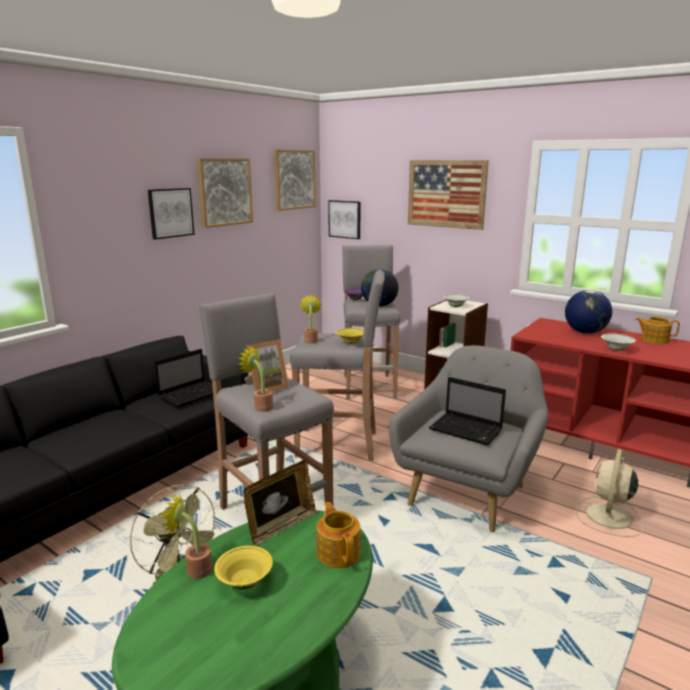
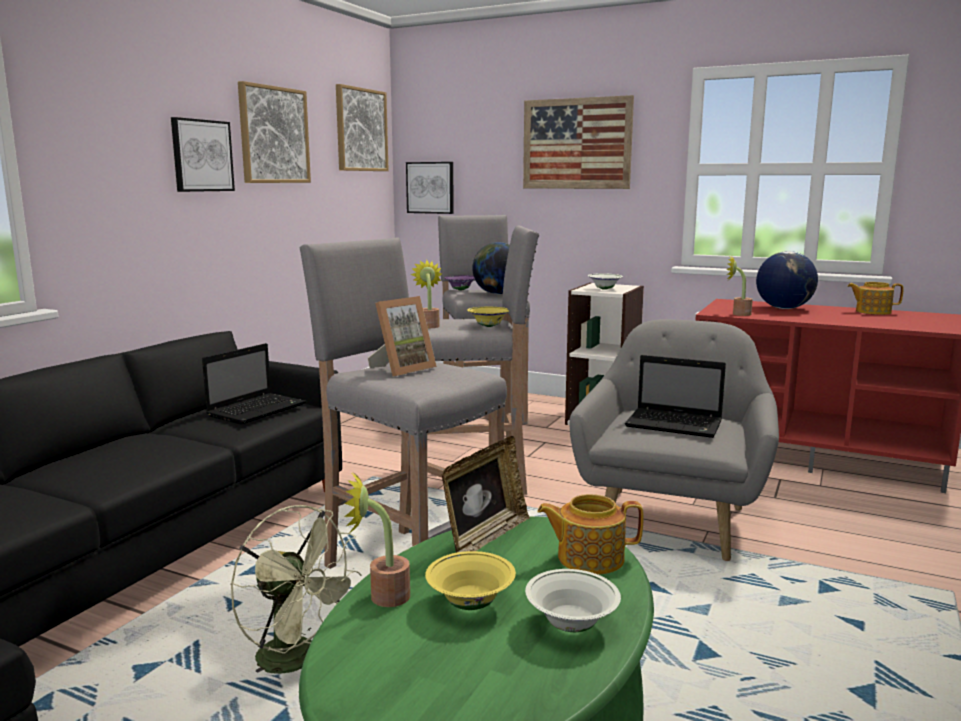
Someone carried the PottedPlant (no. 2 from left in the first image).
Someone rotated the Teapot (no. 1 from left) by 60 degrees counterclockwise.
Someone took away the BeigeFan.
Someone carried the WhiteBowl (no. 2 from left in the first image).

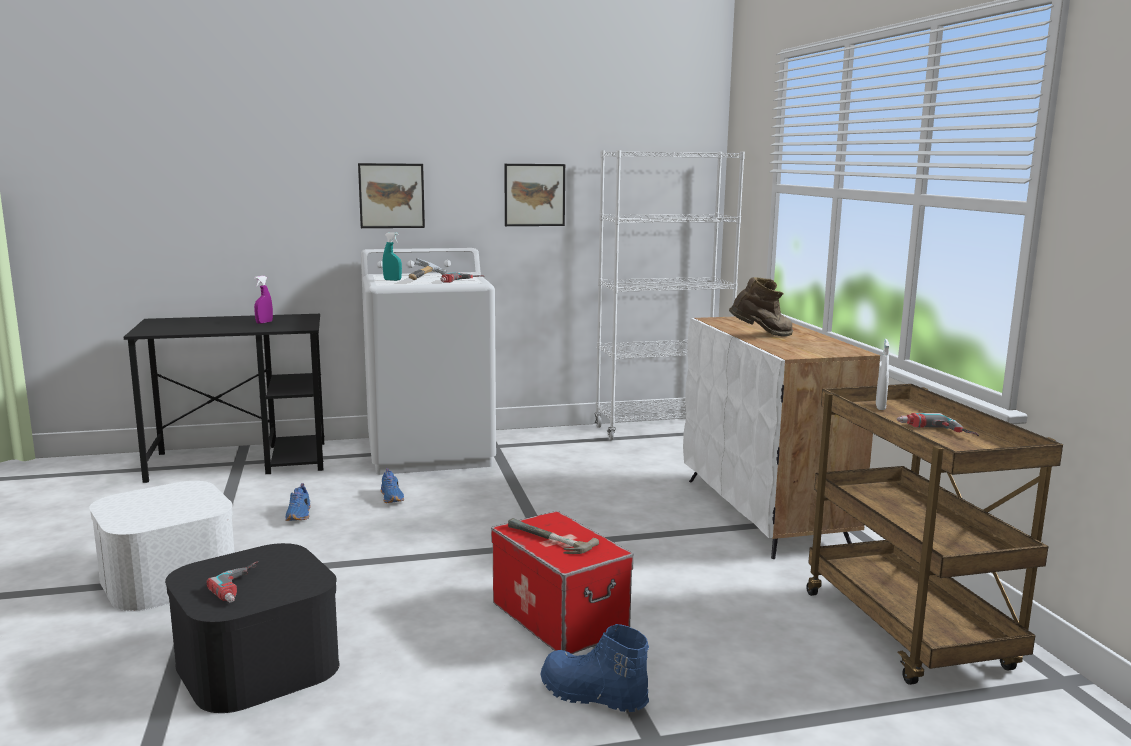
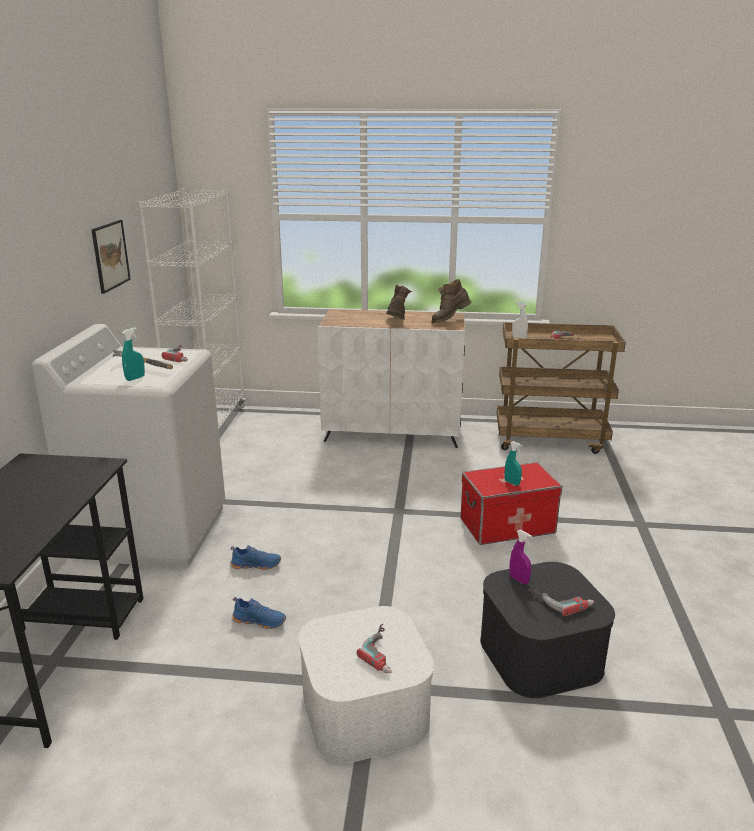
Someone carried the PurpleSprayBottle.
Someone took away the Picture (no. 1 from left).
Someone swapped the Hammer (no. 2 from left) for the TurquoiseSprayBottle (no. 2 from left).
Someone took away the BlueBoot.
Someone put down the PowerDrill (no. 2 from left).
Someone put down the BrownBoot (no. 2 from left).

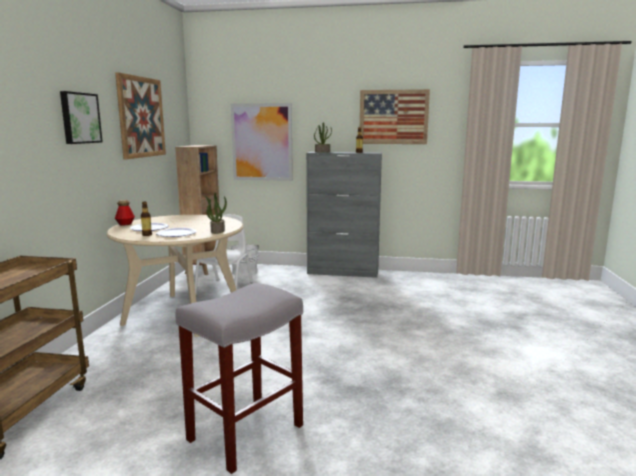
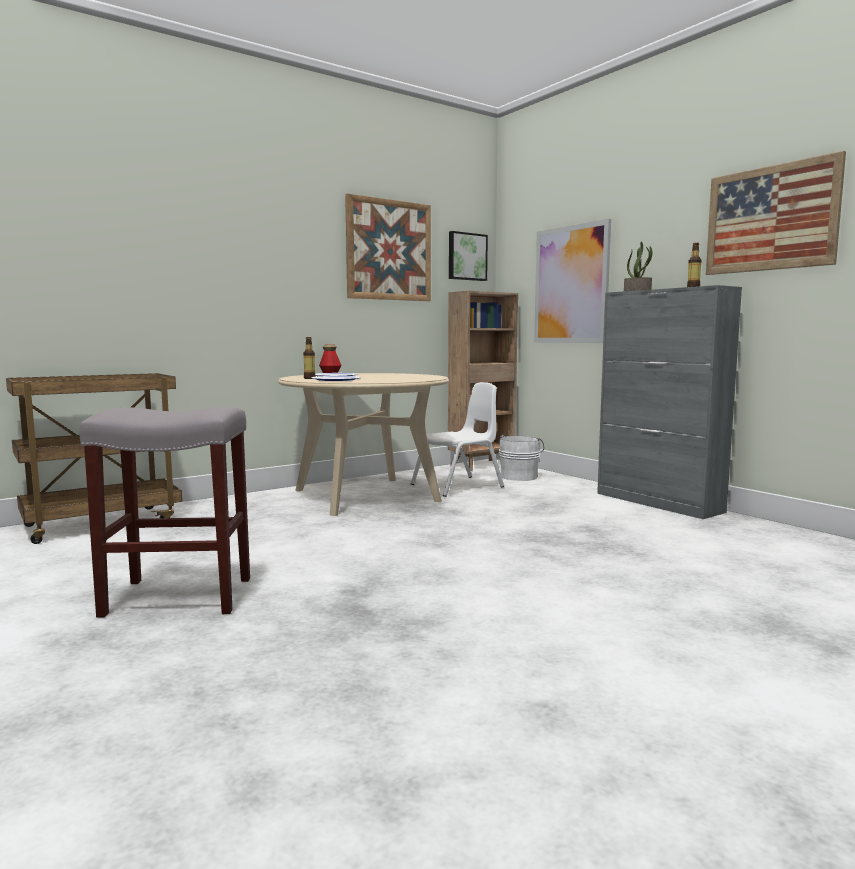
Someone carried the Picture (no. 1 from left in the first image).
Someone took away the PottedPlant (no. 1 from left).

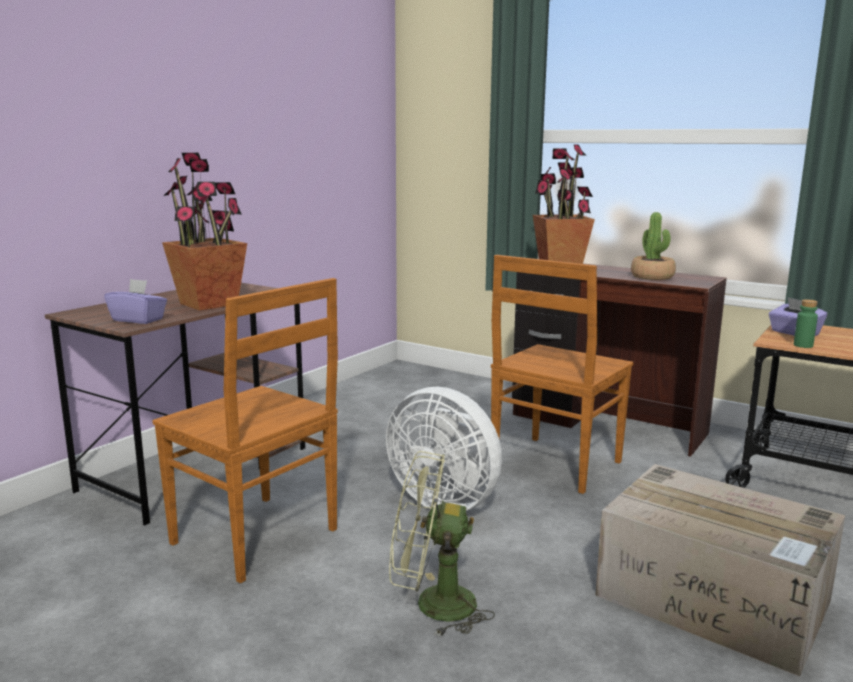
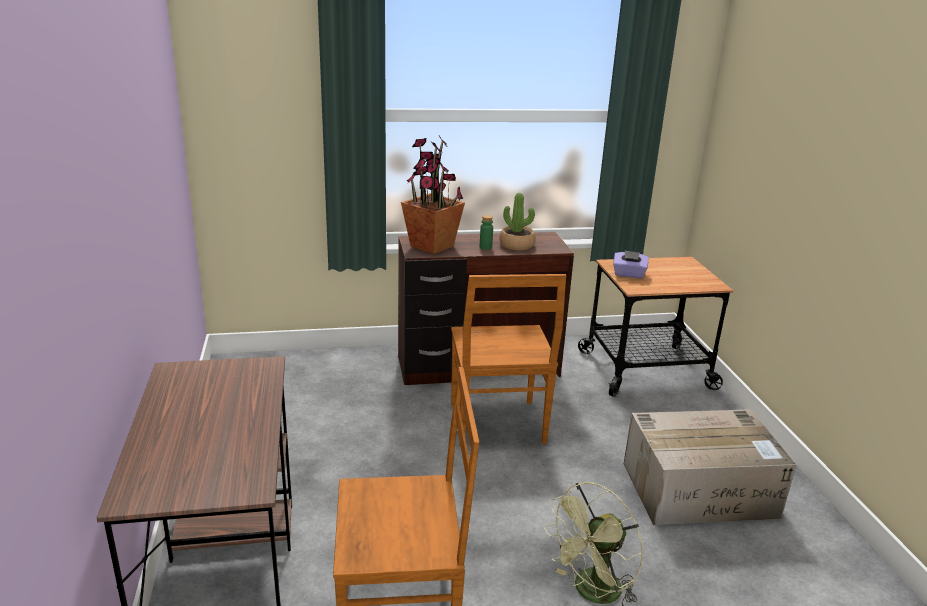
Someone took away the PurpleTissueBox (no. 1 from left).
Someone took away the PottedPlant (no. 1 from left).
Someone took away the WhiteFan.
Someone carried the GreenBottle.

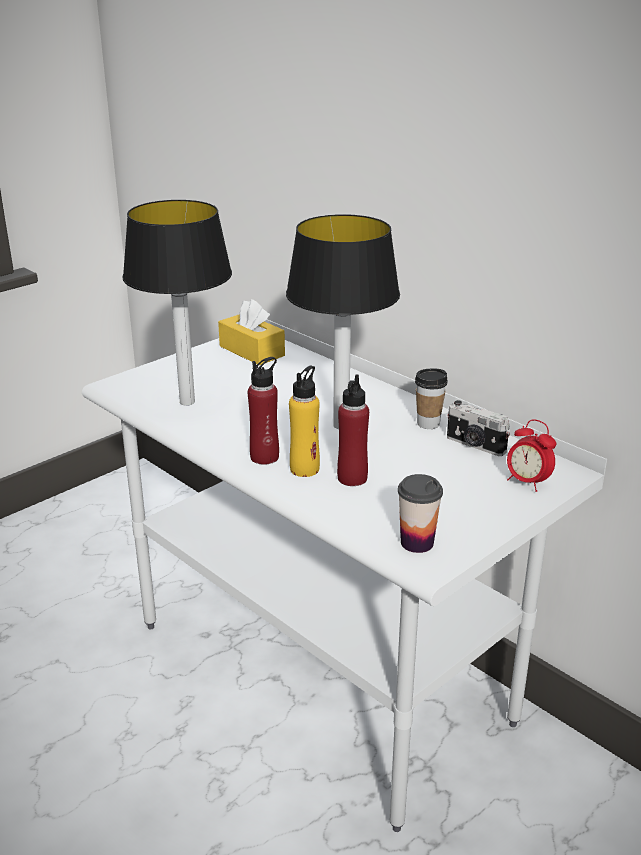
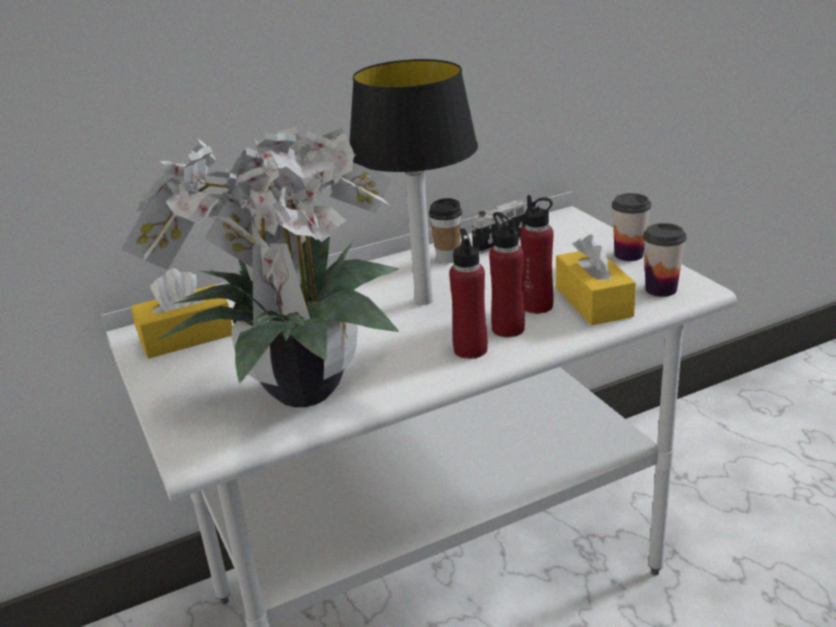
Someone swapped the TableLamp (no. 1 from left) for the PottedPlant.
Someone repainted the YellowBottle, which became the RedBottle (no. 2 from left).
Someone took away the AlarmClock.
Someone put down the YellowTissueBox (no. 2 from left).
Someone put down the Cup (no. 2 from left).

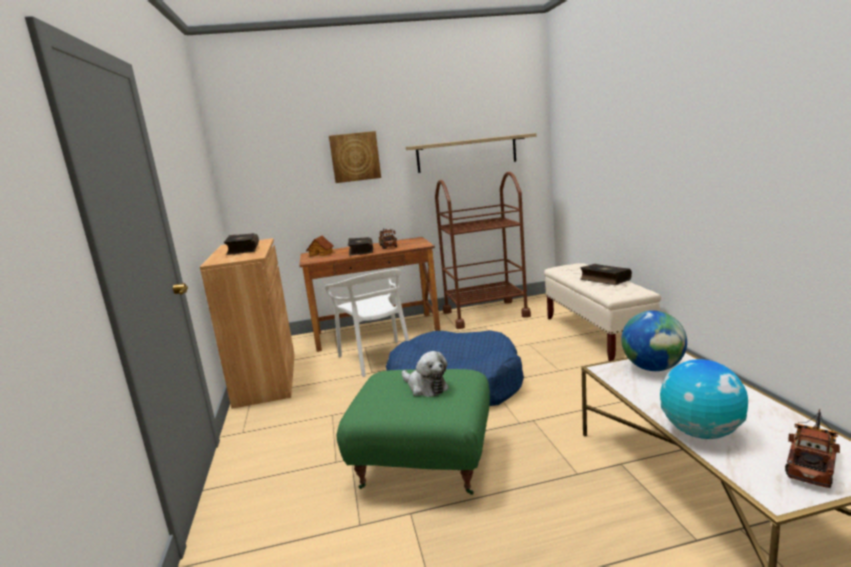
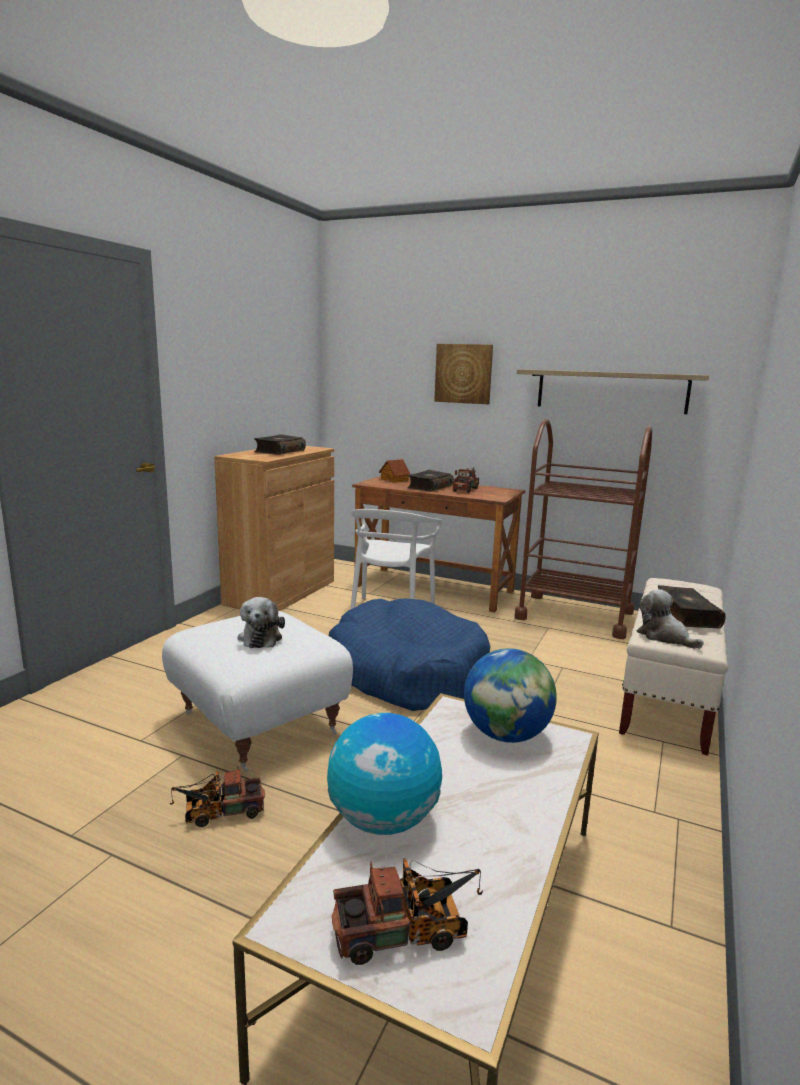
Someone repainted the GreenOttoman, which became the WhiteOttoman.
Someone put down the ToyTruck (no. 1 from left).
Someone put down the PlushToy (no. 2 from left).

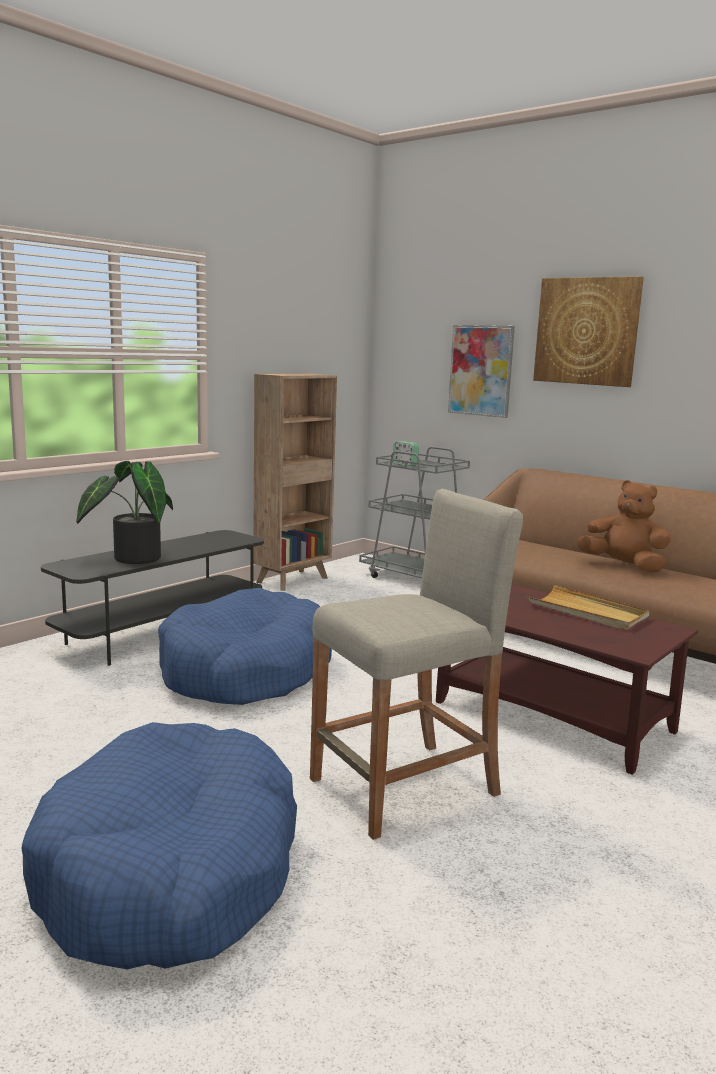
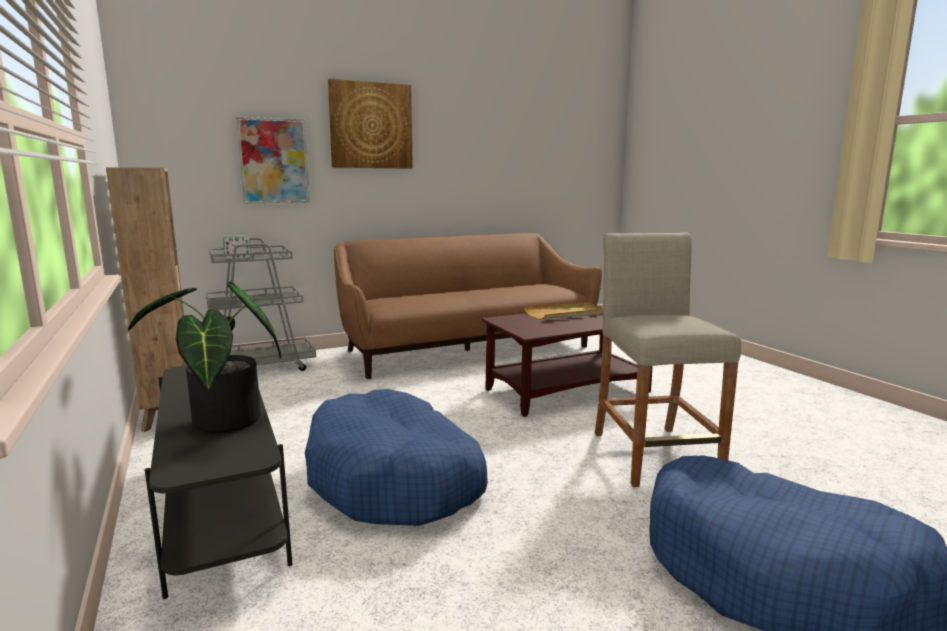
Someone took away the BrownPlushToy.

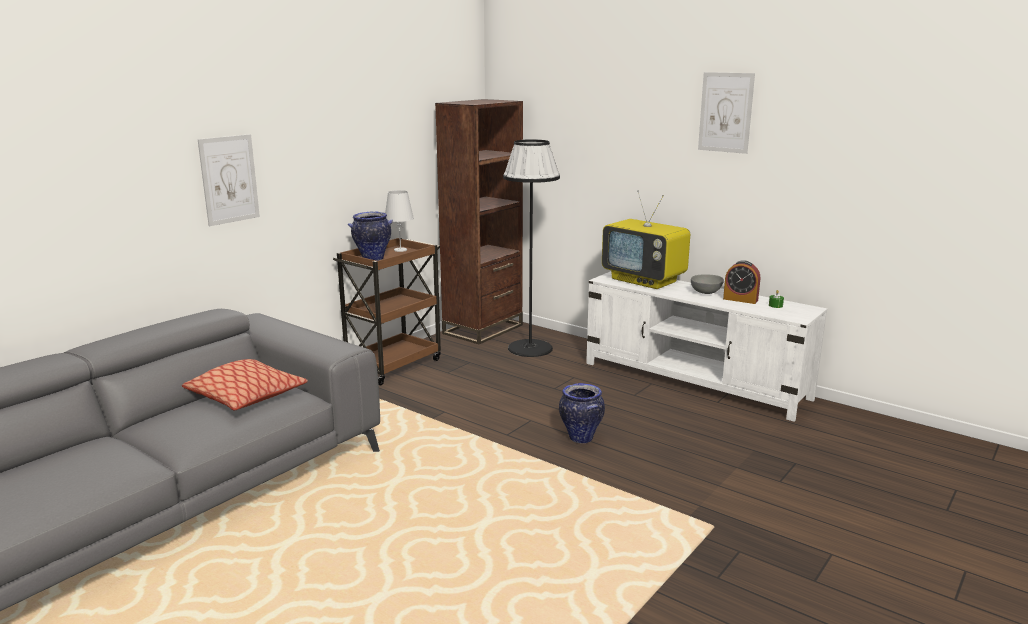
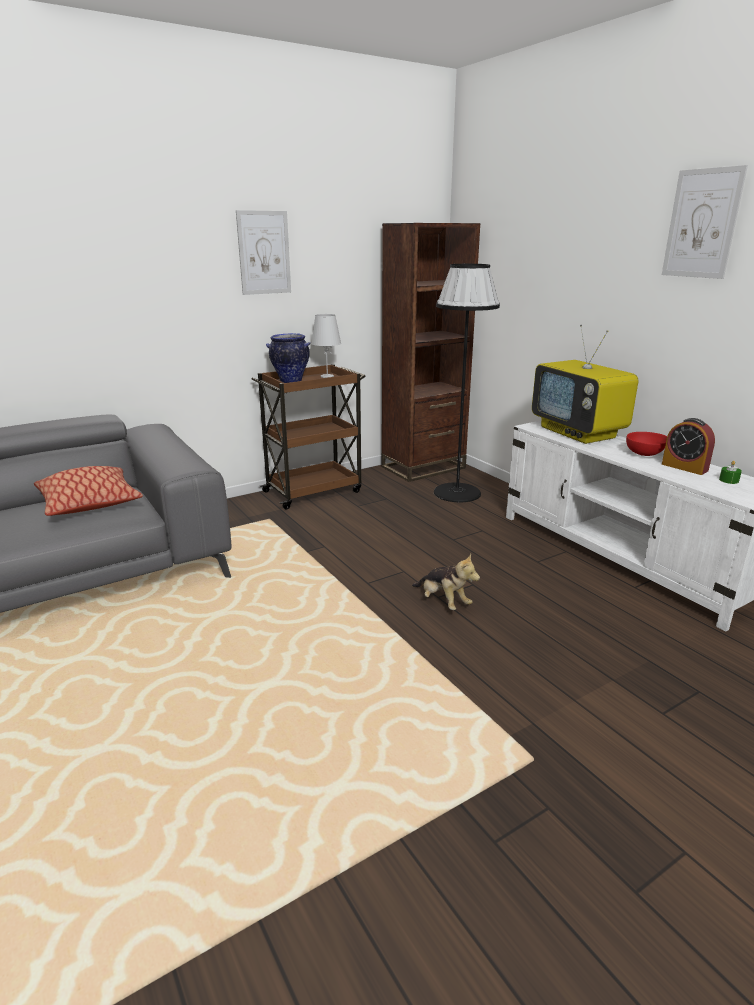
Someone carried the Picture (no. 1 from left).
Someone swapped the Vase (no. 2 from left) for the PlushToy.
Someone repainted the GreyBowl, which became the RedBowl.

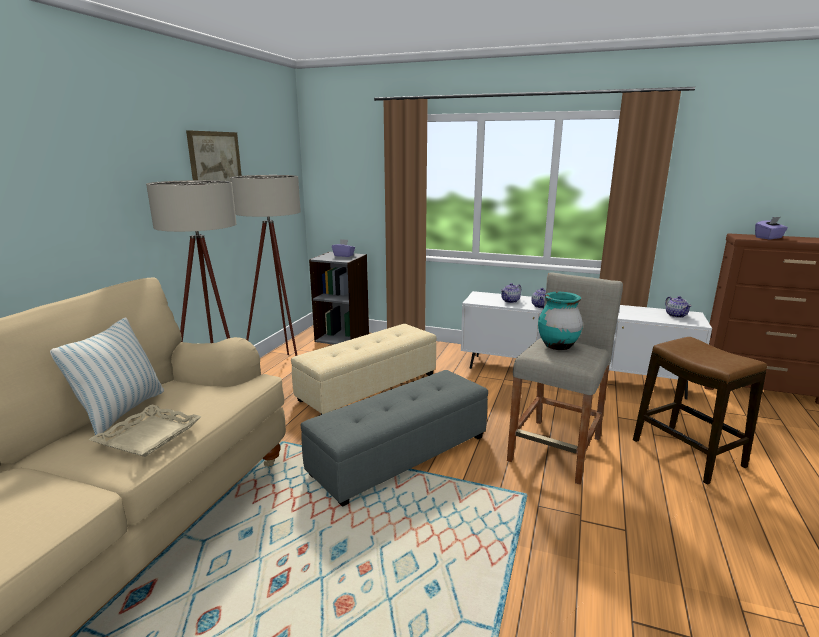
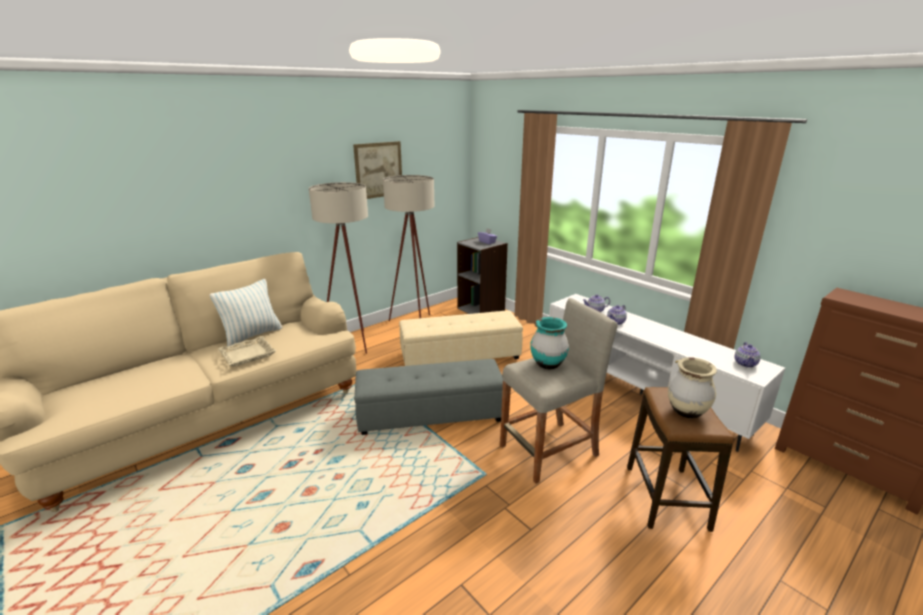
Someone took away the PurpleTissueBox (no. 2 from left).
Someone put down the BeigeVase.

